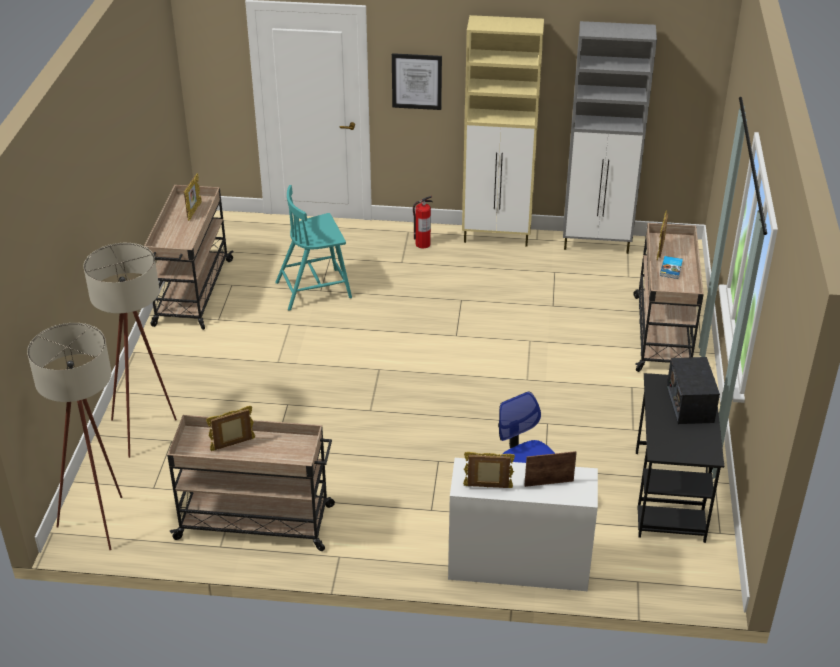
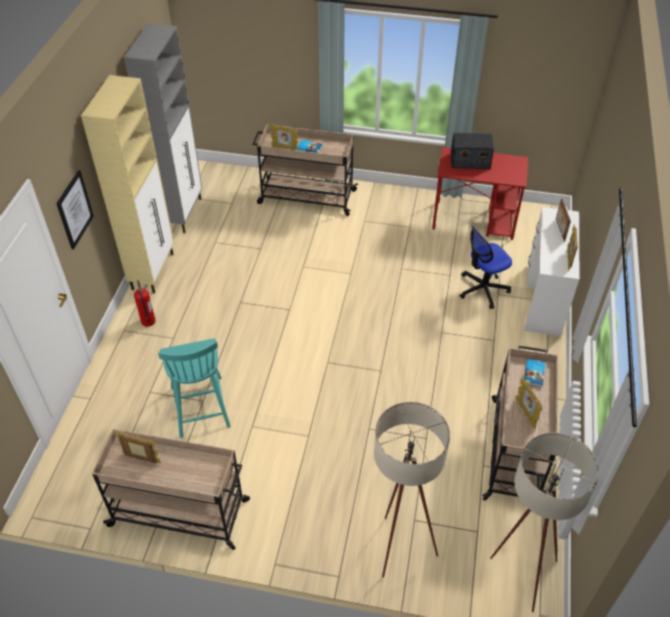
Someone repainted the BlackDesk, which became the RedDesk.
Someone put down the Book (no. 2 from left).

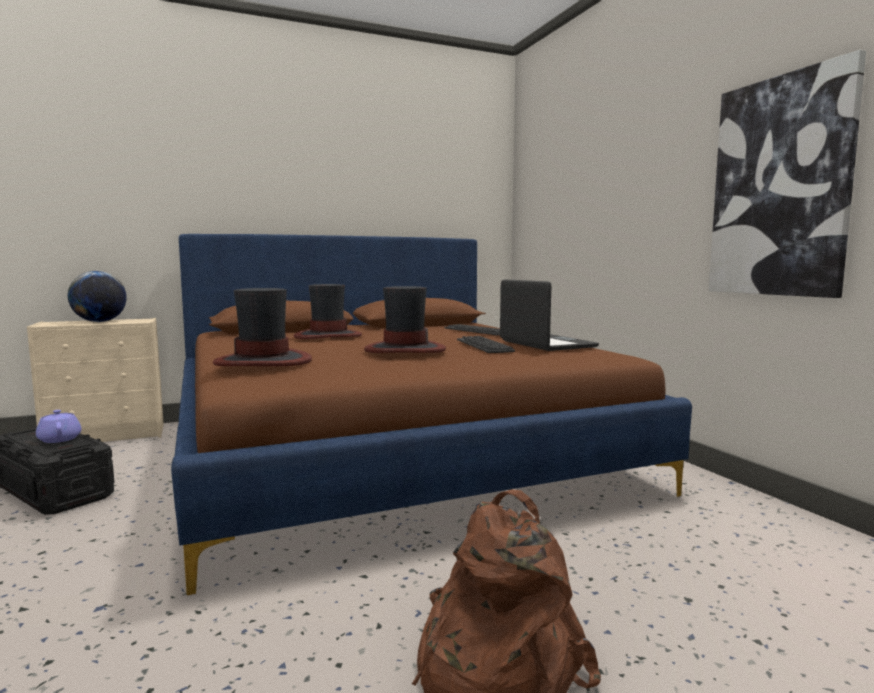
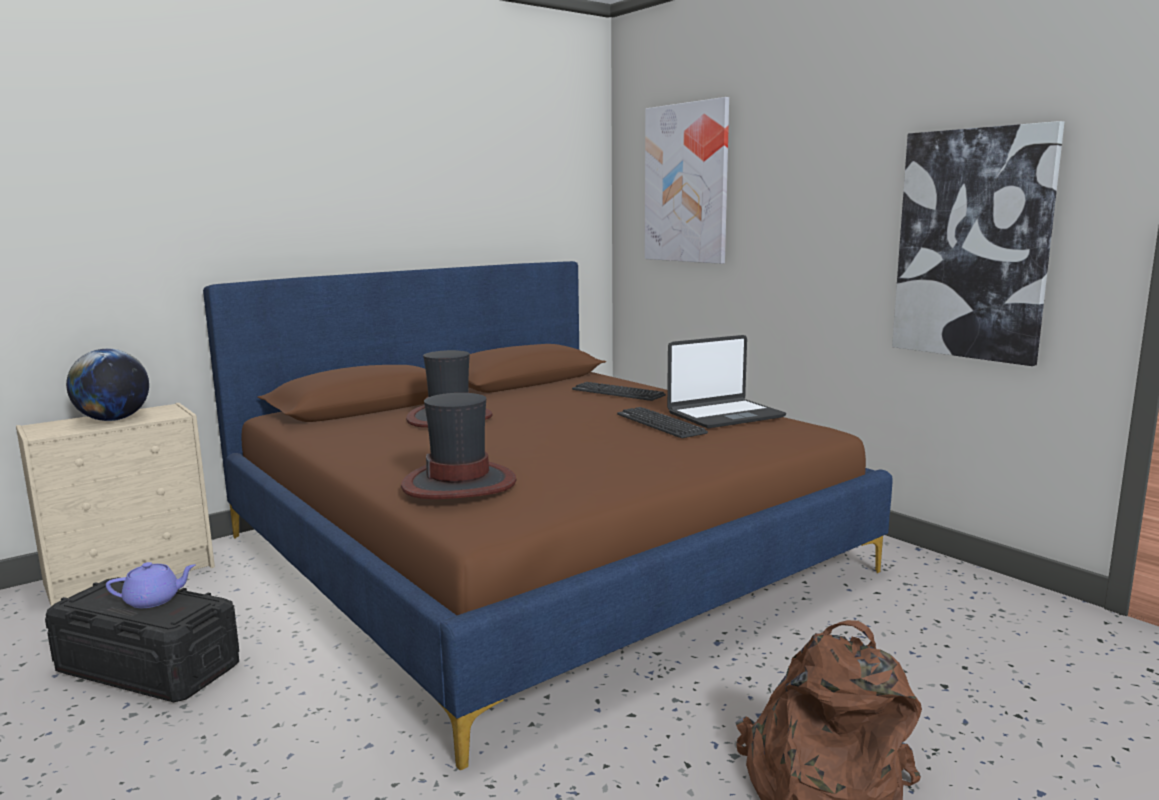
Someone rotated the PurpleTeapot by 120 degrees clockwise.
Someone took away the Hat (no. 3 from left).
Someone rotated the Laptop by 105 degrees clockwise.
Someone put up the Picture (no. 1 from left).

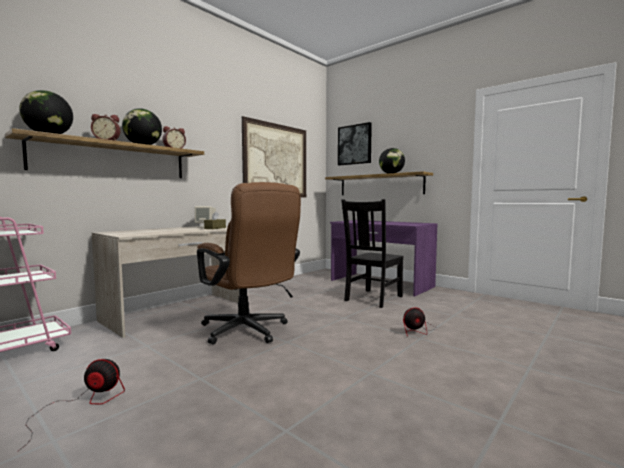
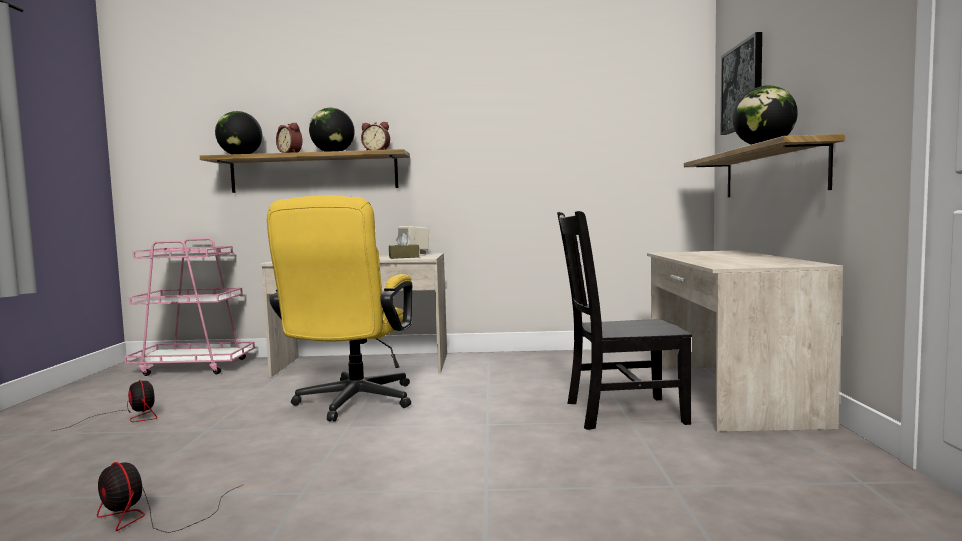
Someone repainted the BrownOfficeChair, which became the YellowOfficeChair.
Someone took away the Picture (no. 1 from left).
Someone repainted the PurpleDesk, which became the BeigeDesk (no. 2 from left).
Someone carried the Fan (no. 2 from left).

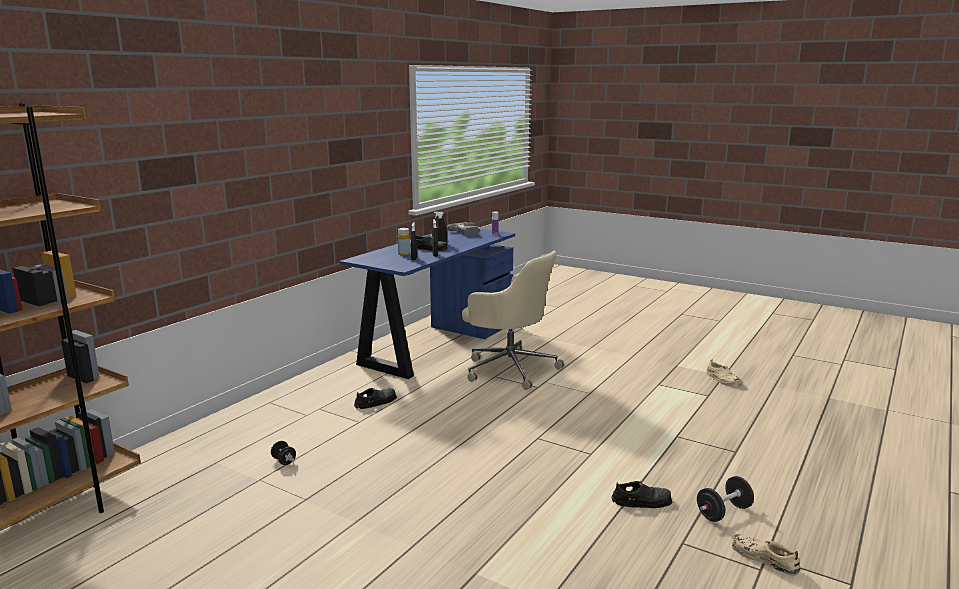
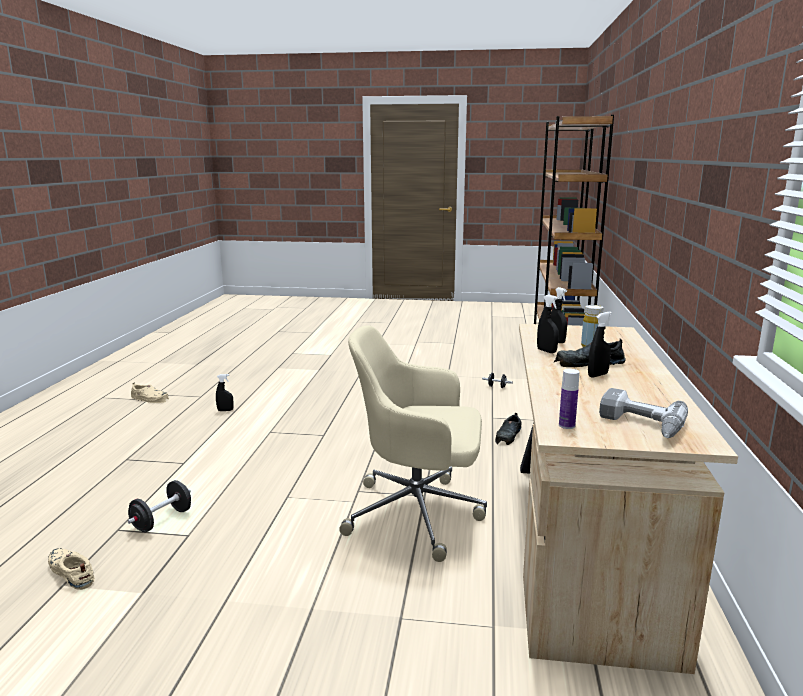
Someone repainted the BlueDesk, which became the BeigeDesk.
Someone swapped the BlackShoe (no. 3 from left) for the BlackSprayBottle (no. 1 from left).
Someone carried the BlackDumbbell (no. 2 from left in the first image).

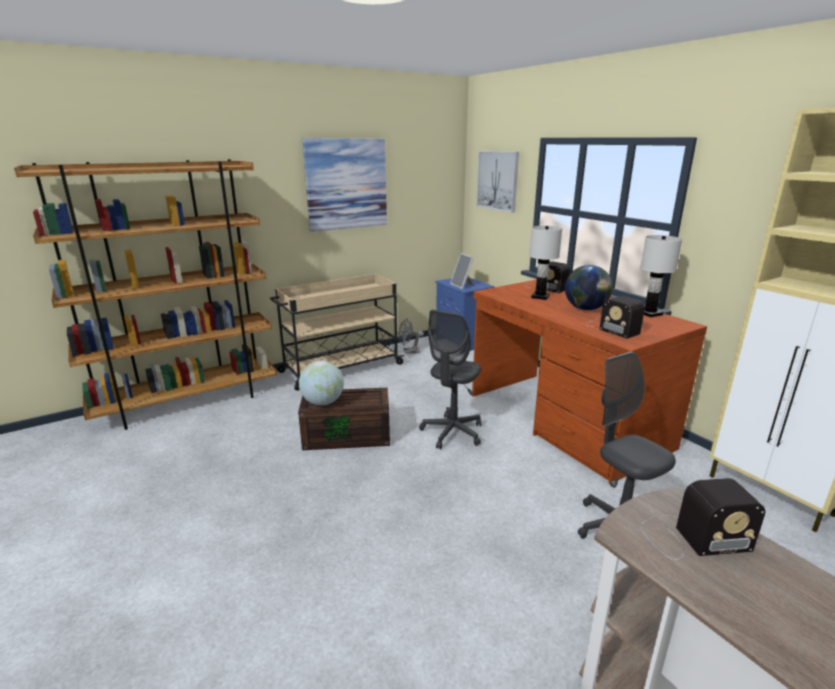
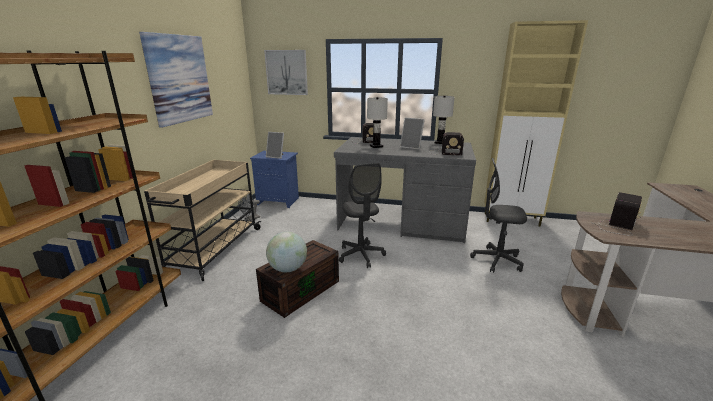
Someone repainted the BrownDesk (no. 1 from left), which became the GreyDesk.
Someone swapped the Globe (no. 2 from left) for the PictureFrame (no. 2 from left).

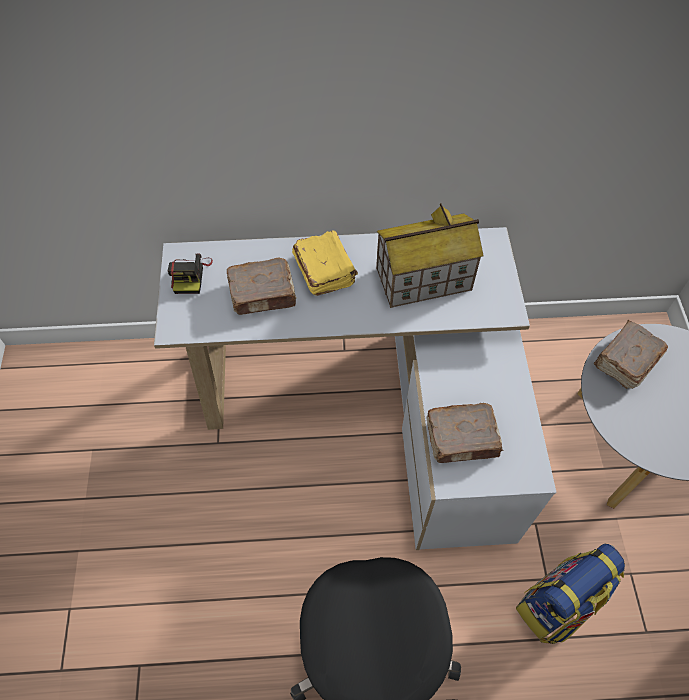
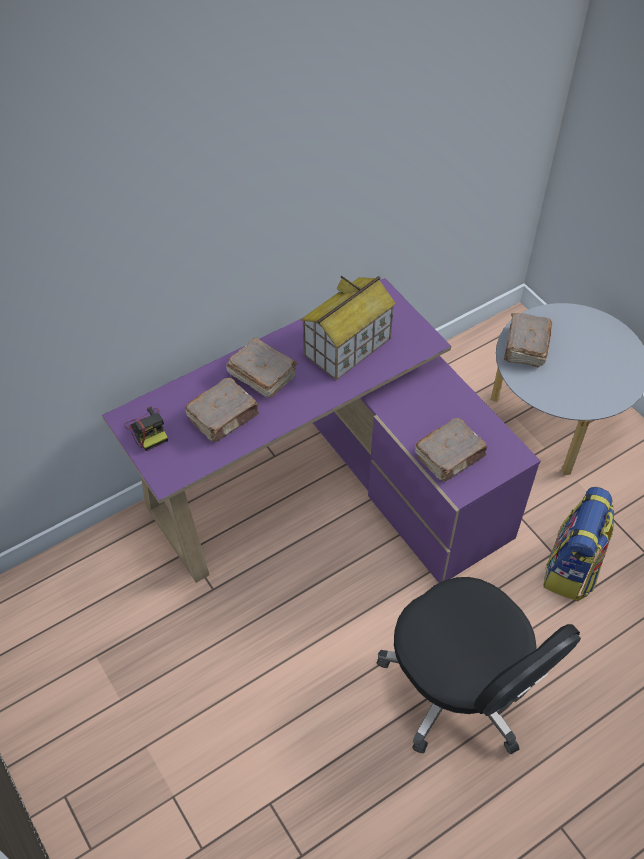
Someone repainted the WhiteDesk, which became the PurpleDesk.
Someone repainted the YellowBook, which became the BrownBook (no. 2 from left).

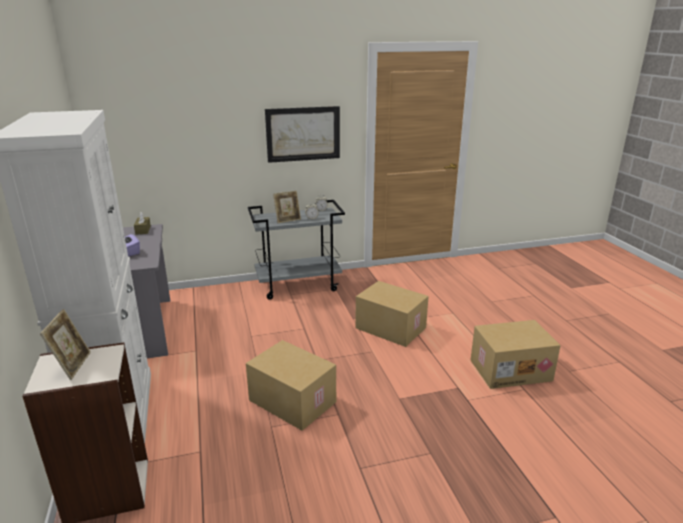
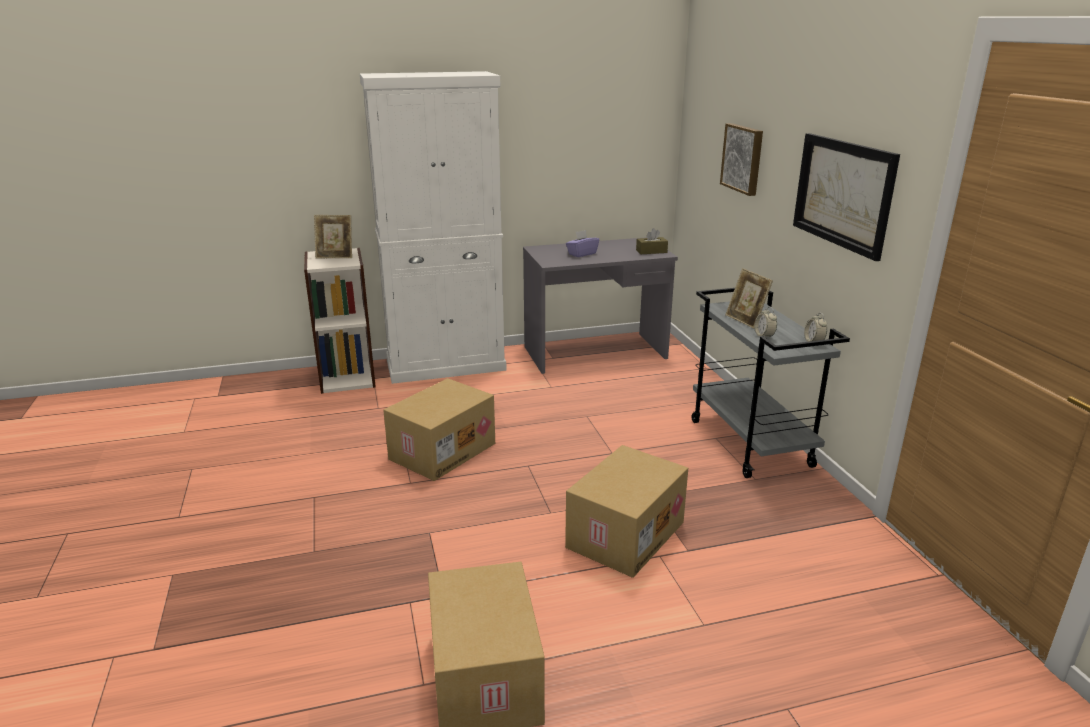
Someone put up the Picture (no. 1 from left).

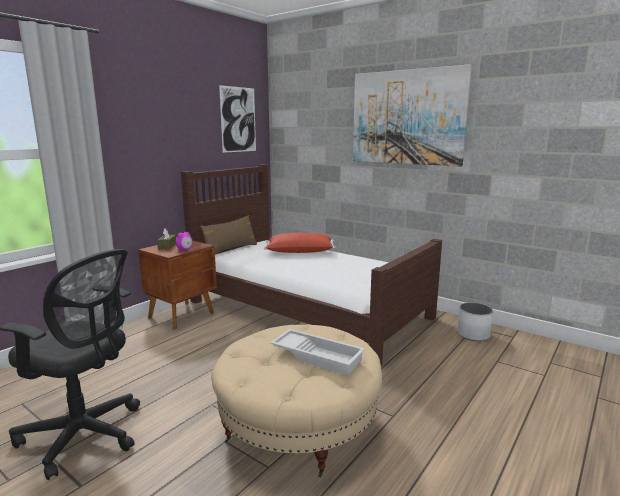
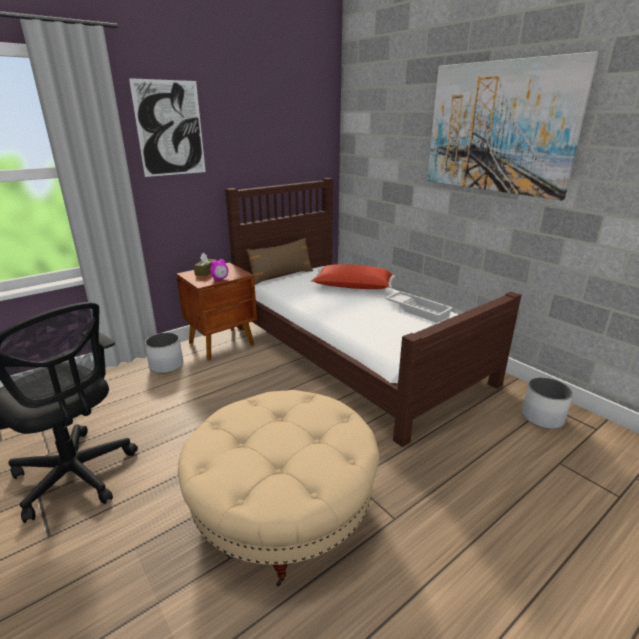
Someone carried the Picture (no. 1 from left).
Someone carried the WhiteTray.
Someone put down the WhitePlanter (no. 1 from left).

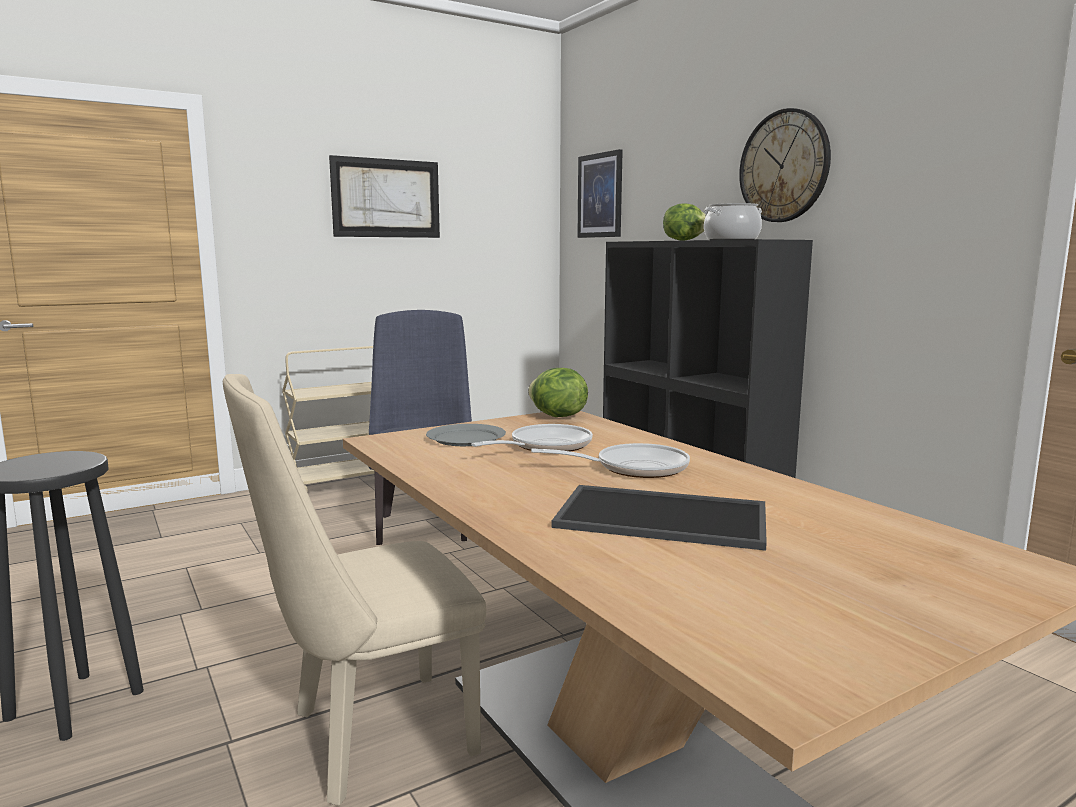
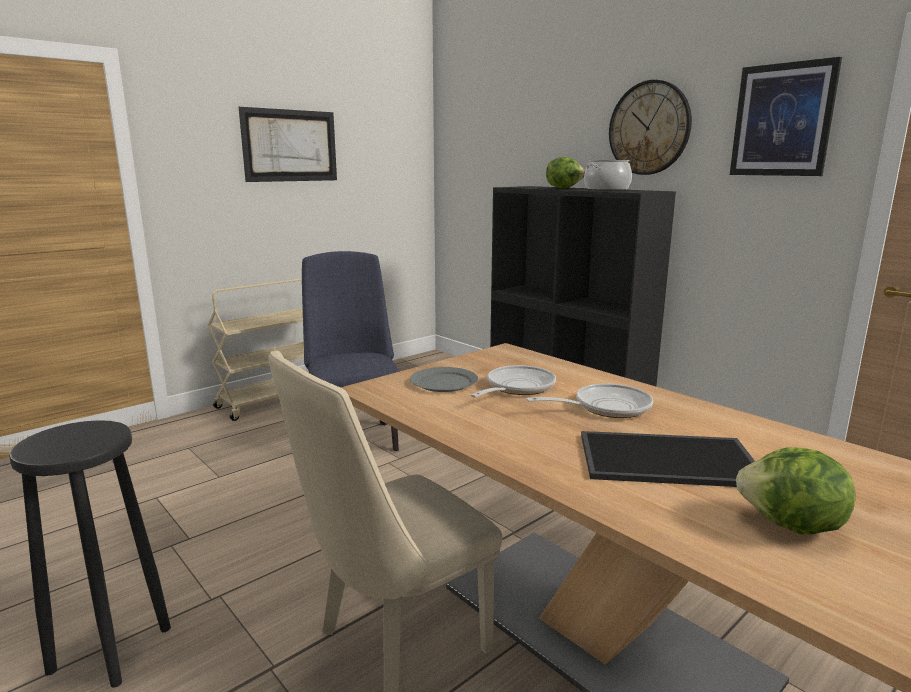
Someone carried the Lettuce (no. 1 from left in the first image).
Someone carried the Picture (no. 2 from left).

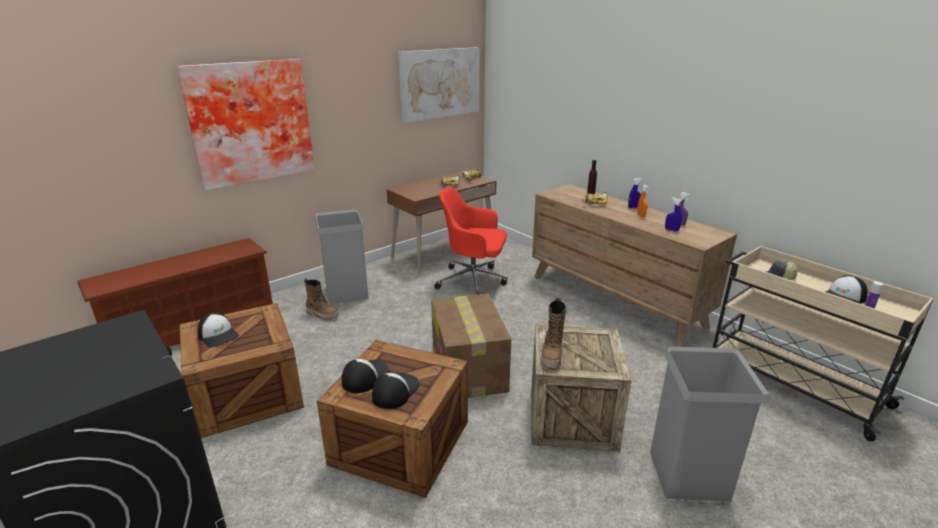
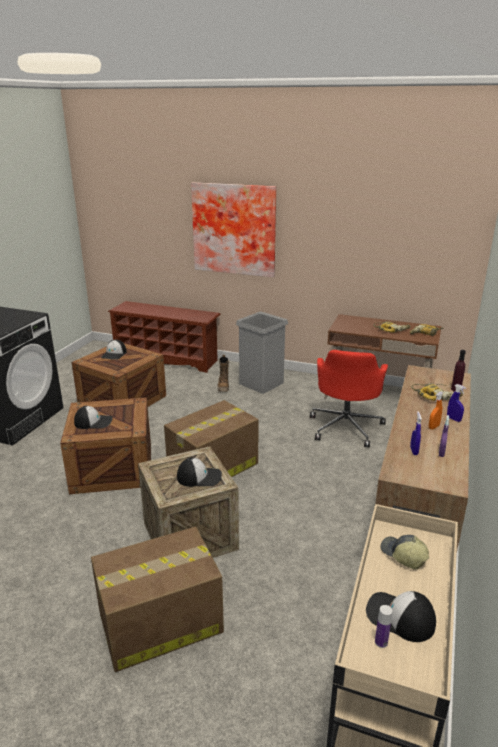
Someone carried the Cap (no. 2 from left in the first image).
Someone took away the Picture (no. 2 from left).
Someone rotated the RedOfficeChair by 150 degrees counterclockwise.
Someone took away the Boot (no. 2 from left).
Someone swapped the GreyTrashCan (no. 2 from left) for the CardboardBox (no. 1 from left).

